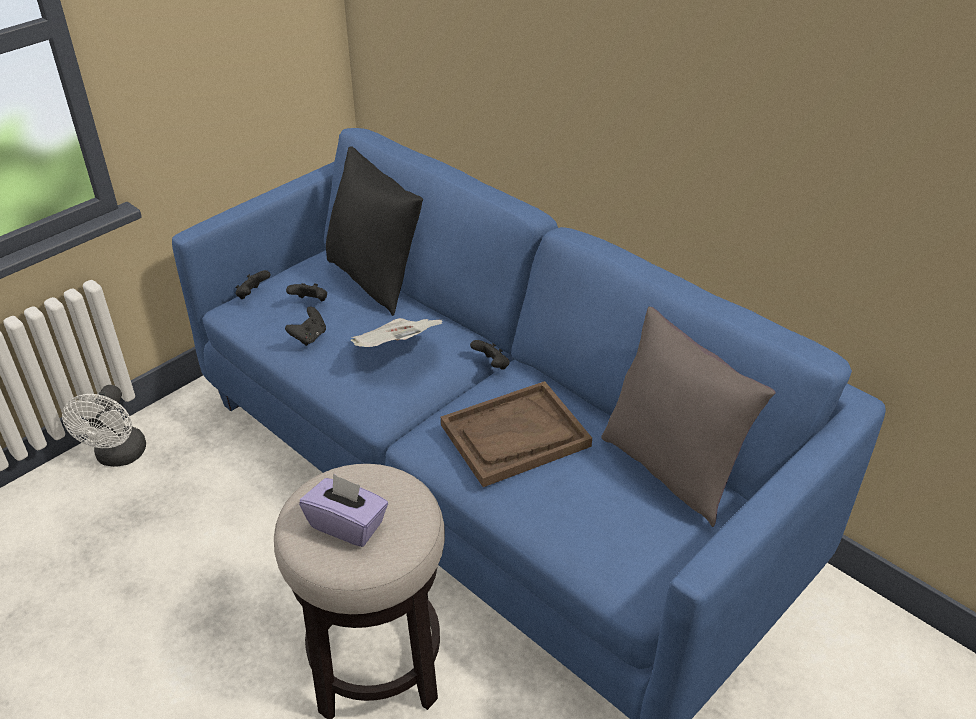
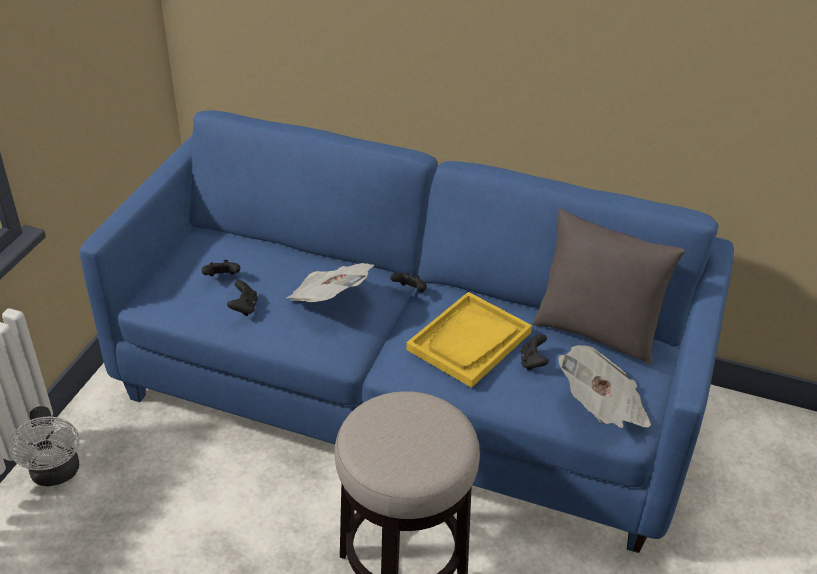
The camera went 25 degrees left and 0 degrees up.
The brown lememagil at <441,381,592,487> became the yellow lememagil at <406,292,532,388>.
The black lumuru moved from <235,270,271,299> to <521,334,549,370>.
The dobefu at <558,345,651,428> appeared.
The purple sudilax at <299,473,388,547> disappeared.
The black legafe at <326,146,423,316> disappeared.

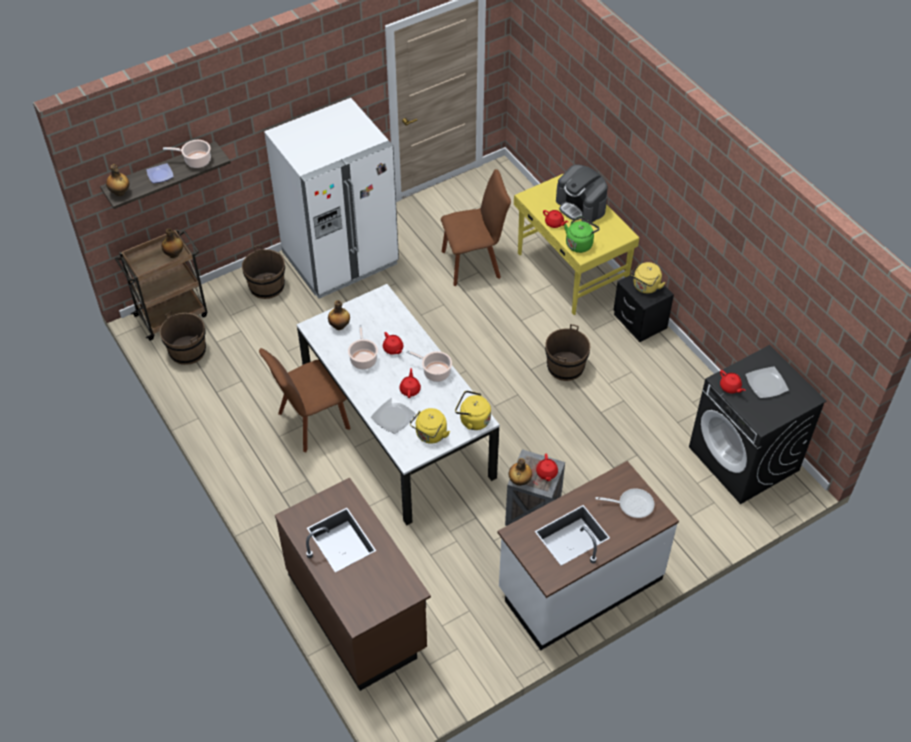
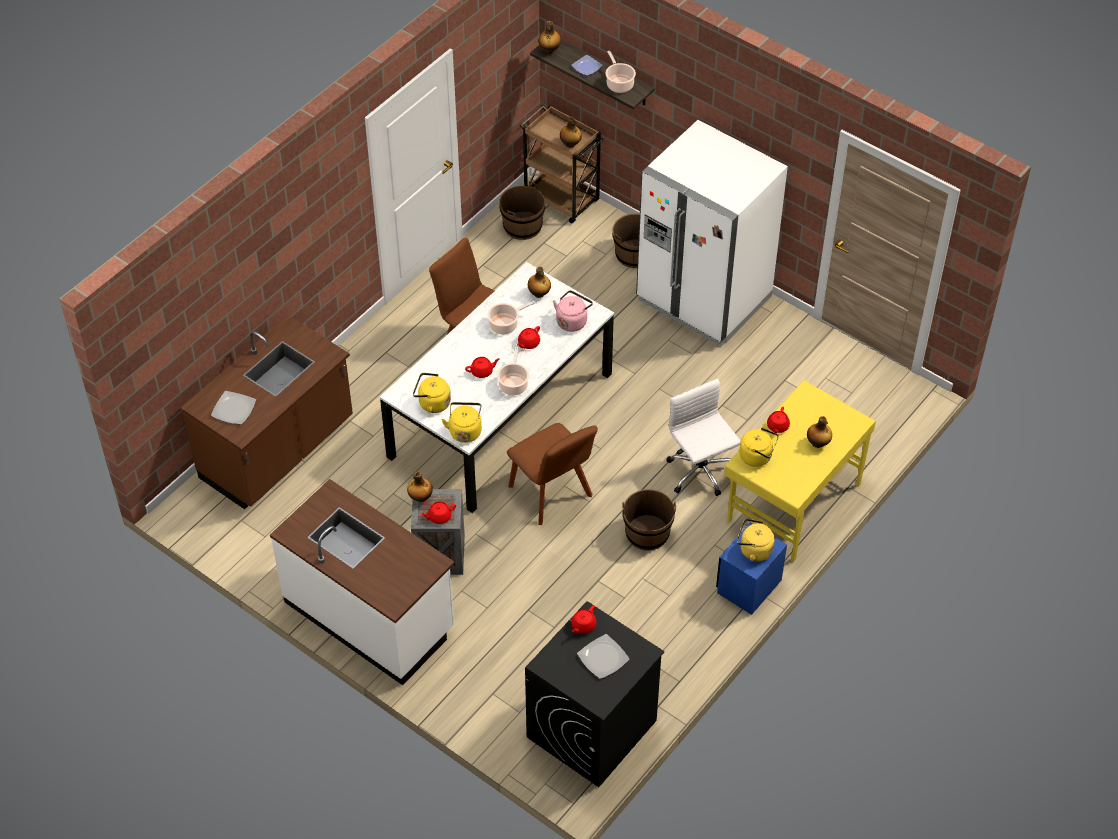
The camera went 70 degrees right and 0 degrees up.
The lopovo moved from <371,398,416,434> to <211,391,256,425>.
The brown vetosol moved from <441,169,511,286> to <507,423,598,525>.
The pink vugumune at <553,290,593,332> appeared.
The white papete at <666,379,741,496> appeared.
The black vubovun at <614,273,674,342> became the blue vubovun at <716,522,787,615>.
The green vugumune at <564,216,600,253> became the yellow vugumune at <739,427,779,467>.
The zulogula at <556,164,608,224> was replaced by the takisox at <807,416,832,448>.
The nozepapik at <596,488,655,518> disappeared.

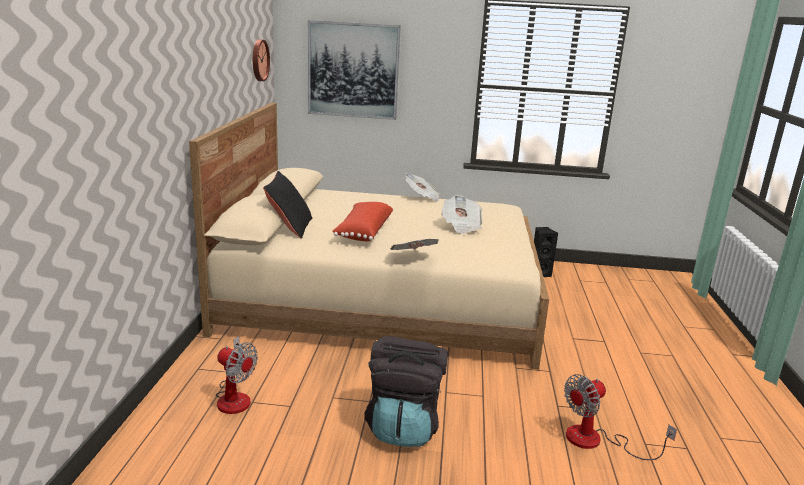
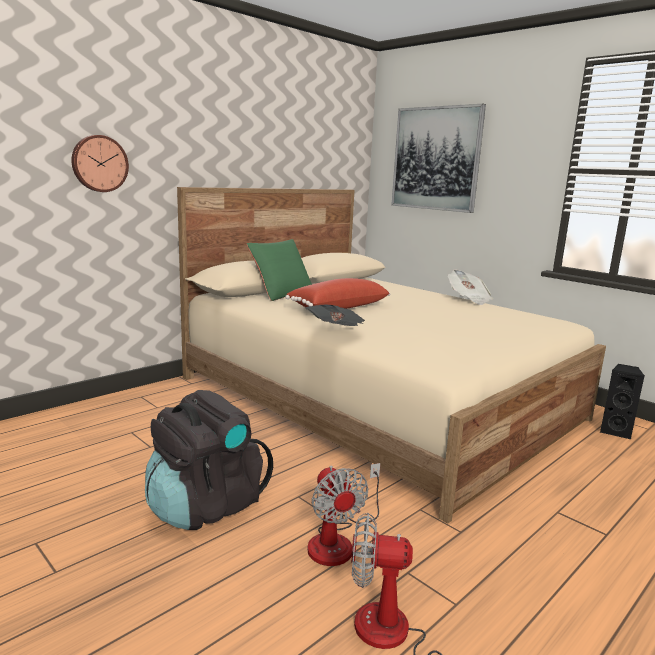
The camera went 40 degrees right and 5 degrees down.
The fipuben moved from <253,39,270,81> to <71,135,129,192>.
The black legafe at <263,171,312,238> became the green legafe at <247,239,312,301>.
The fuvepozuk moved from <216,336,258,414> to <308,463,380,566>.
The dobefu at <441,195,483,234> disappeared.

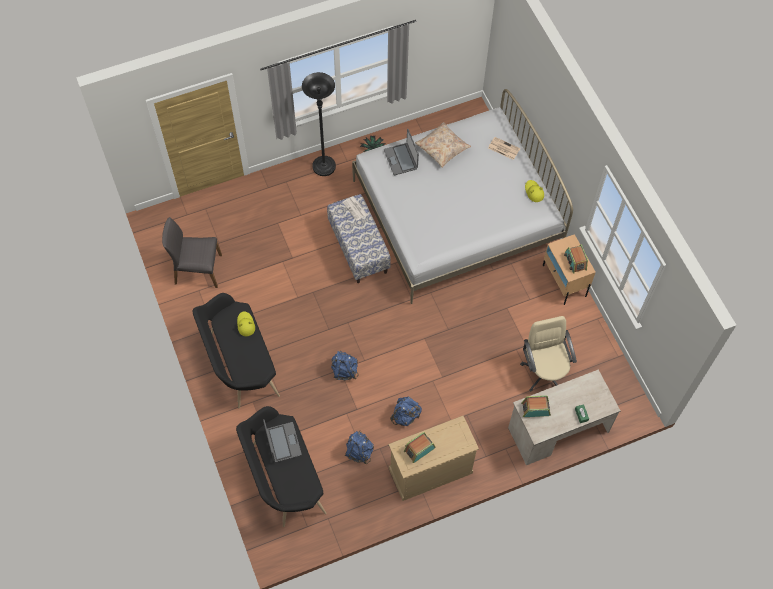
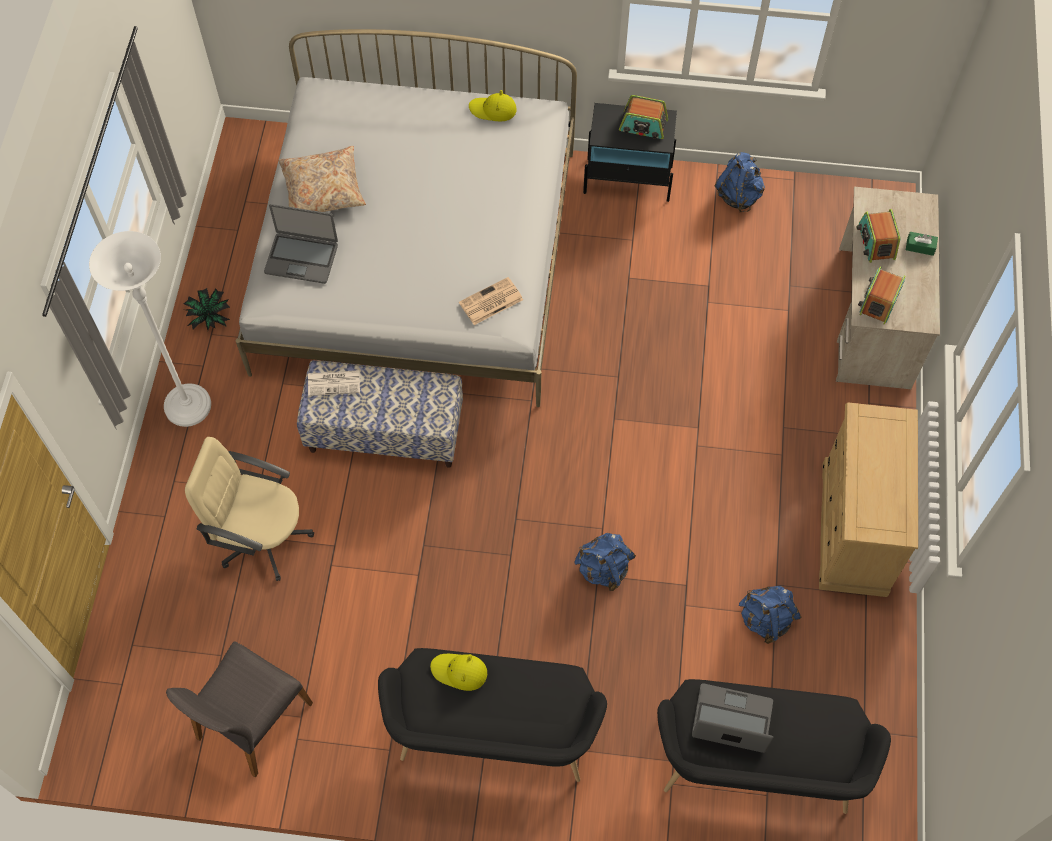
The camera went 60 degrees left and 0 degrees up.
The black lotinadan at <302,72,336,176> became the white lotinadan at <89,231,211,427>.
The beige papete moved from <520,316,577,392> to <185,437,314,581>.
The dobefu moved from <488,137,520,160> to <459,277,523,325>.
The beige vubovun at <543,234,596,305> became the black vubovun at <583,103,677,202>.
The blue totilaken moved from <390,397,422,426> to <715,152,765,212>.
The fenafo moved from <404,432,435,463> to <856,209,900,263>.

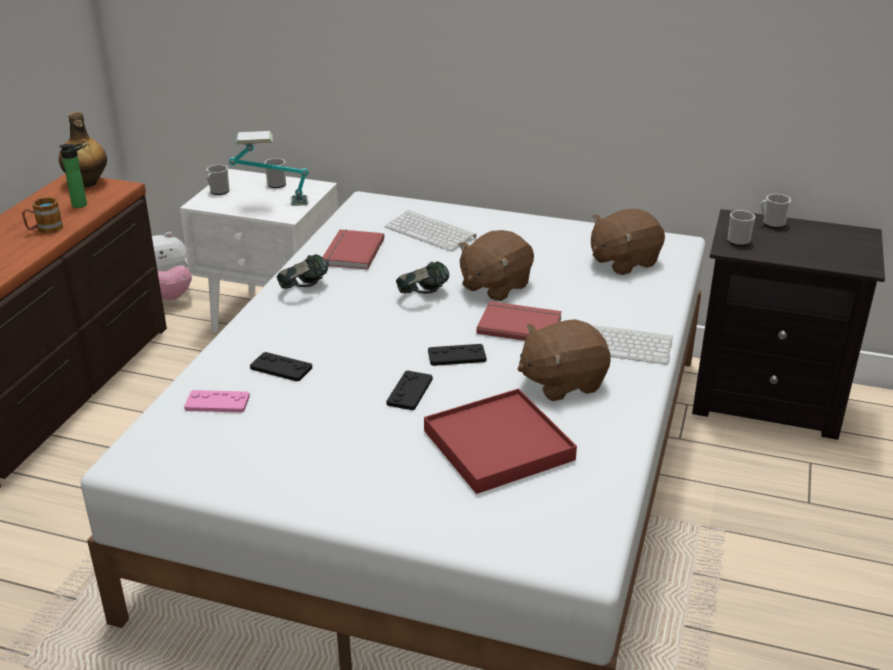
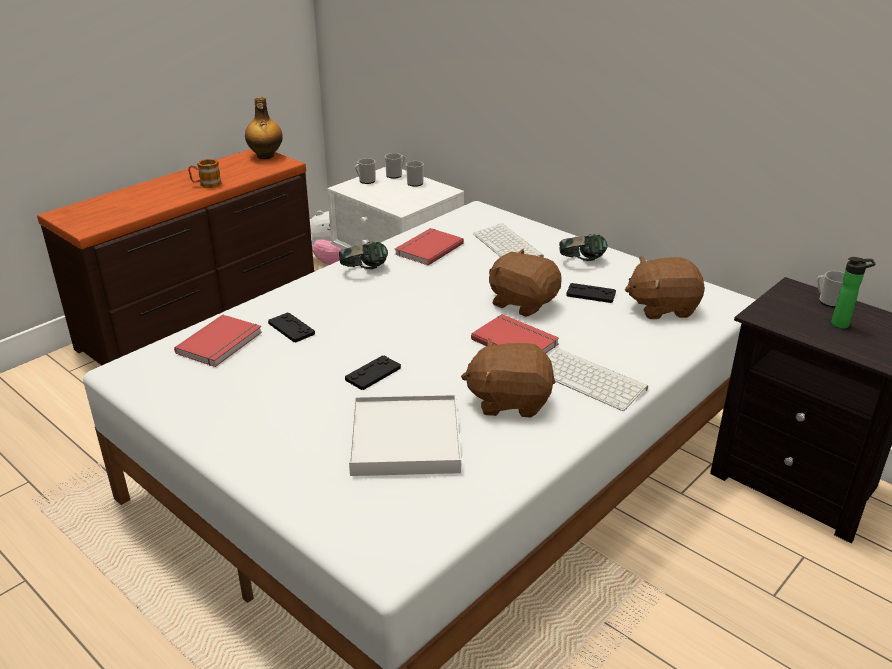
The camera went 25 degrees right and 0 degrees up.
The pink lumuru at <184,390,250,412> was replaced by the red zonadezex at <174,315,262,367>.
The red lememagil at <424,389,577,494> became the white lememagil at <349,395,461,476>.
The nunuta moved from <727,210,755,246> to <385,153,405,179>.
The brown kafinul at <458,230,534,301> turned 60 degrees clockwise.
The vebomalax moved from <396,261,449,294> to <559,234,608,261>.
The black lumuru moved from <428,344,487,366> to <566,283,616,303>.
The takisox moved from <59,143,87,208> to <831,257,876,329>.
The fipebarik at <229,131,309,206> disappeared.

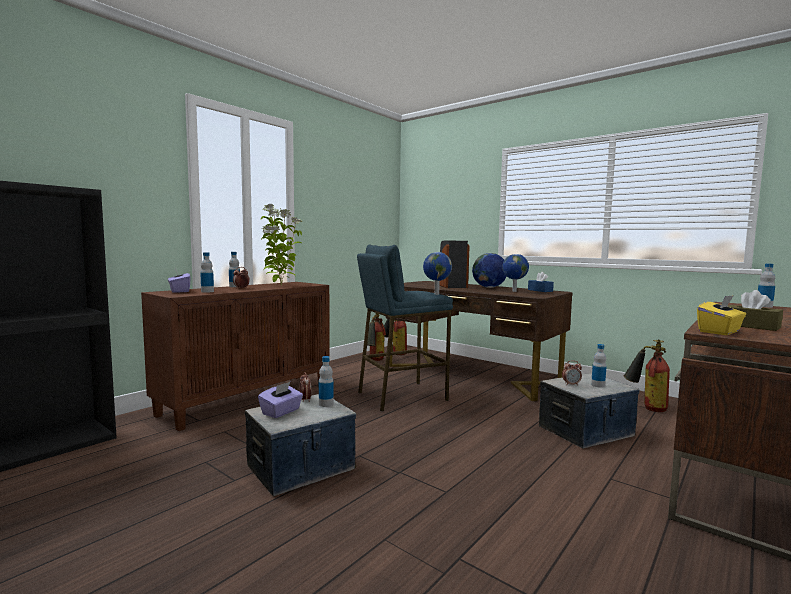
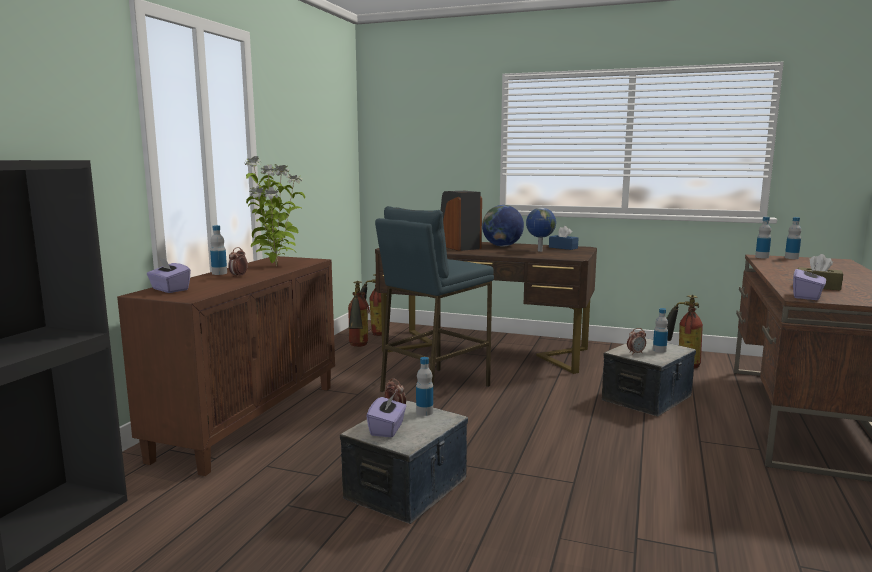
The camera went 20 degrees left and 5 degrees up.
The takisox moved from <200,252,214,293> to <755,217,771,259>.
The yellow sudilax at <697,295,746,335> became the purple sudilax at <793,264,826,300>.
The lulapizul at <423,252,452,295> disappeared.

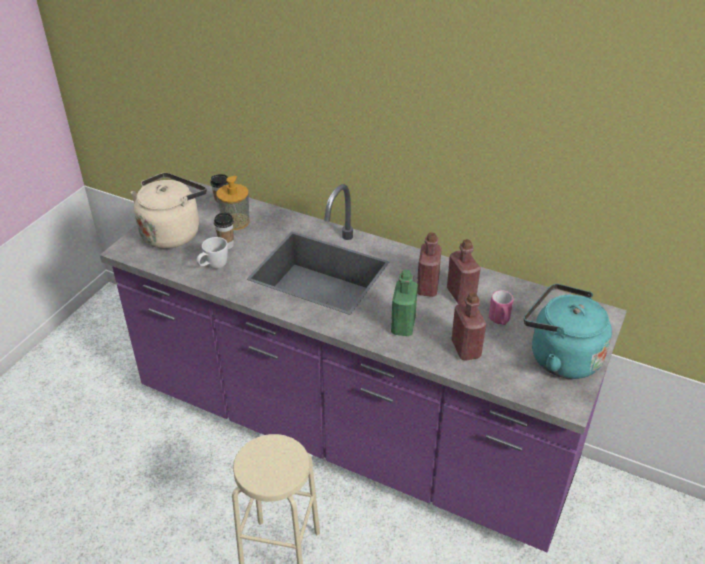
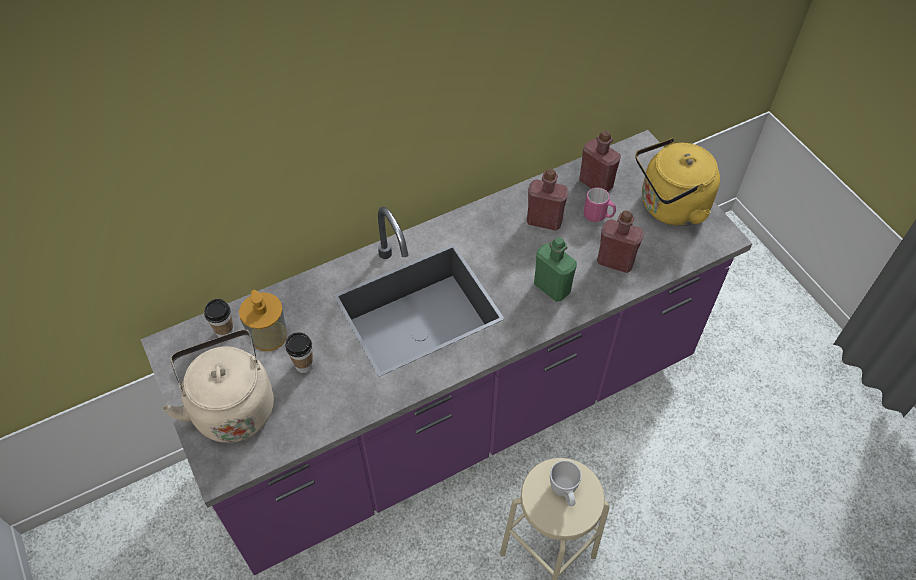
The camera went 55 degrees left and 15 degrees up.
The white nunuta moved from <196,237,228,269> to <550,460,582,506>.
The red takisox moved from <417,232,442,297> to <579,130,621,192>.
The turquoise vugumune at <524,284,612,379> became the yellow vugumune at <635,138,720,226>.

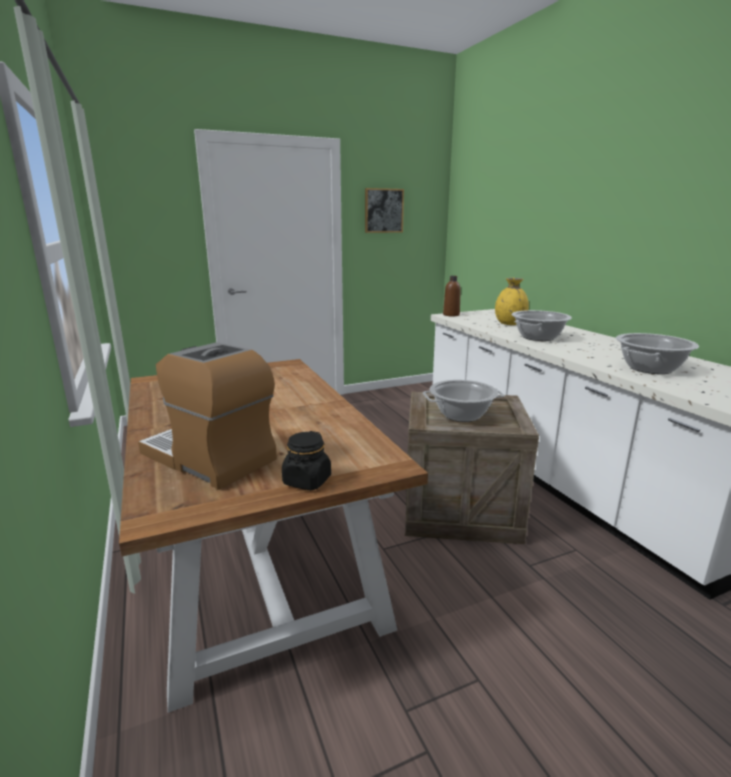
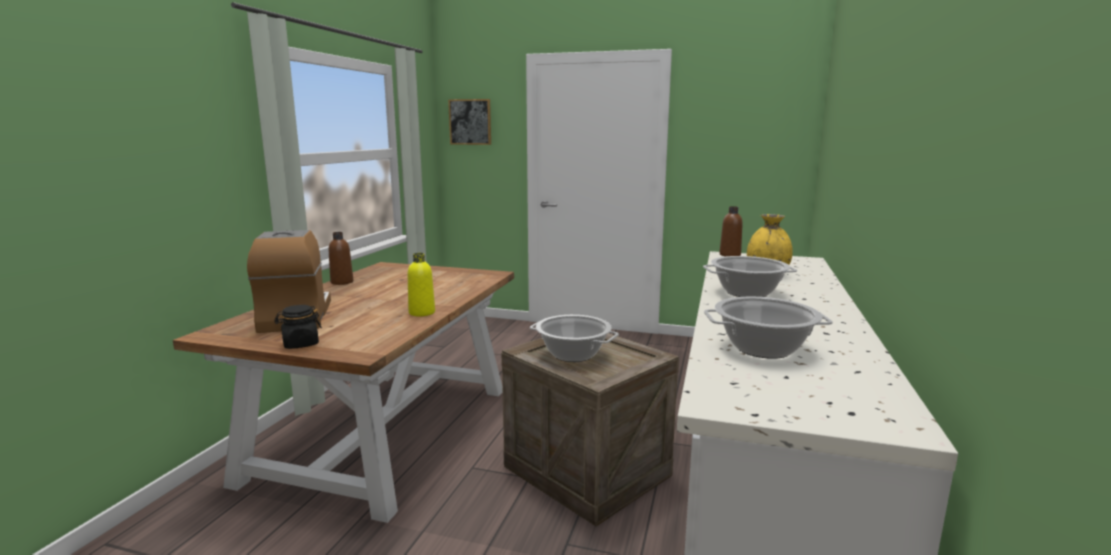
The camera went 40 degrees right and 5 degrees down.
The brown takisox at <329,232,353,285> appeared.
The yellow takisox at <408,253,435,317> appeared.
The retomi moved from <365,188,404,233> to <448,99,491,145>.

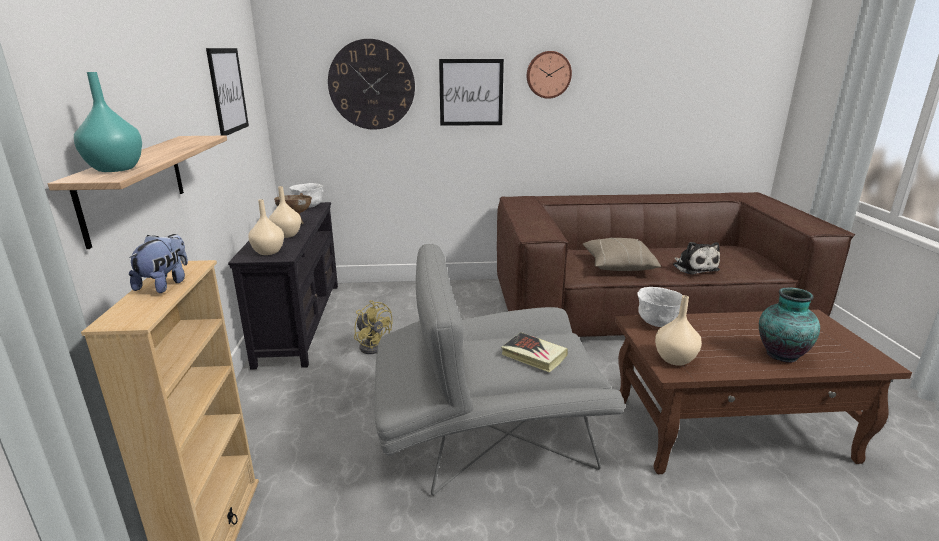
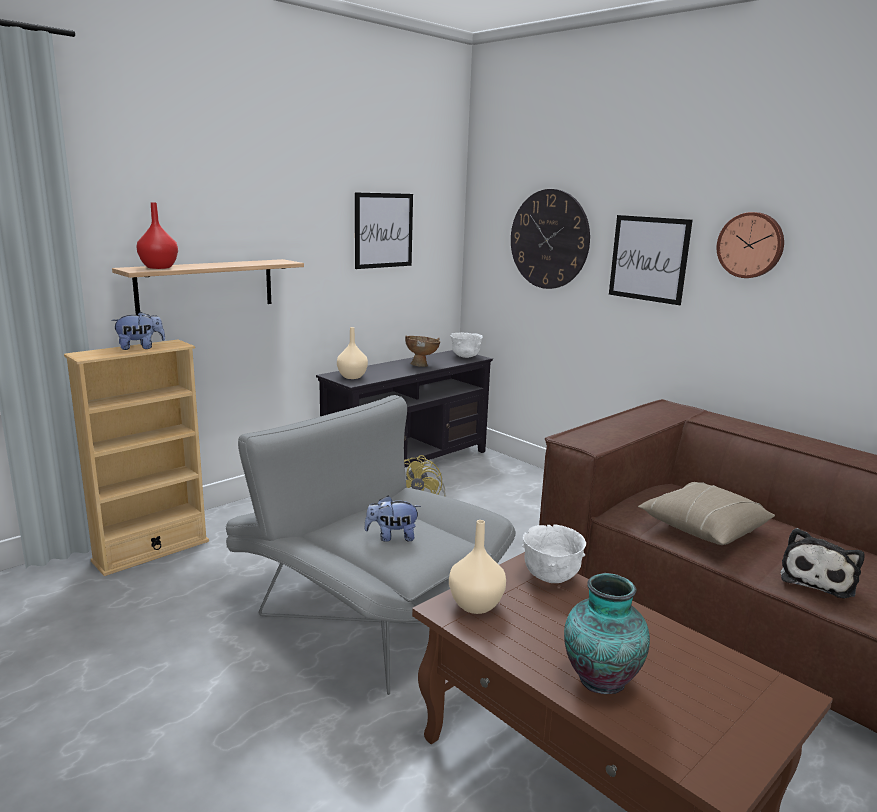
The camera went 50 degrees right and 5 degrees down.
The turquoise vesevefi at <74,72,142,172> became the red vesevefi at <136,203,178,269>.
The zonadezex at <501,332,568,373> was replaced by the kafinul at <364,496,421,542>.
The beige vesevefi at <269,186,301,238> disappeared.

